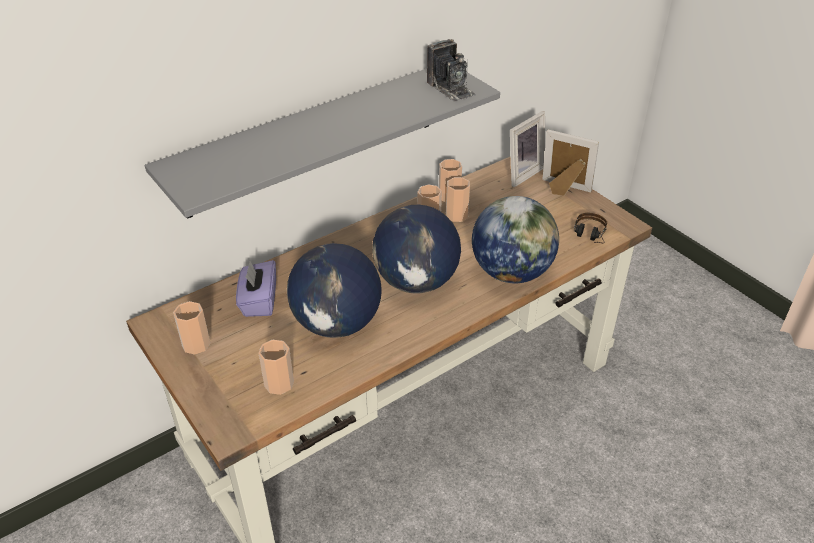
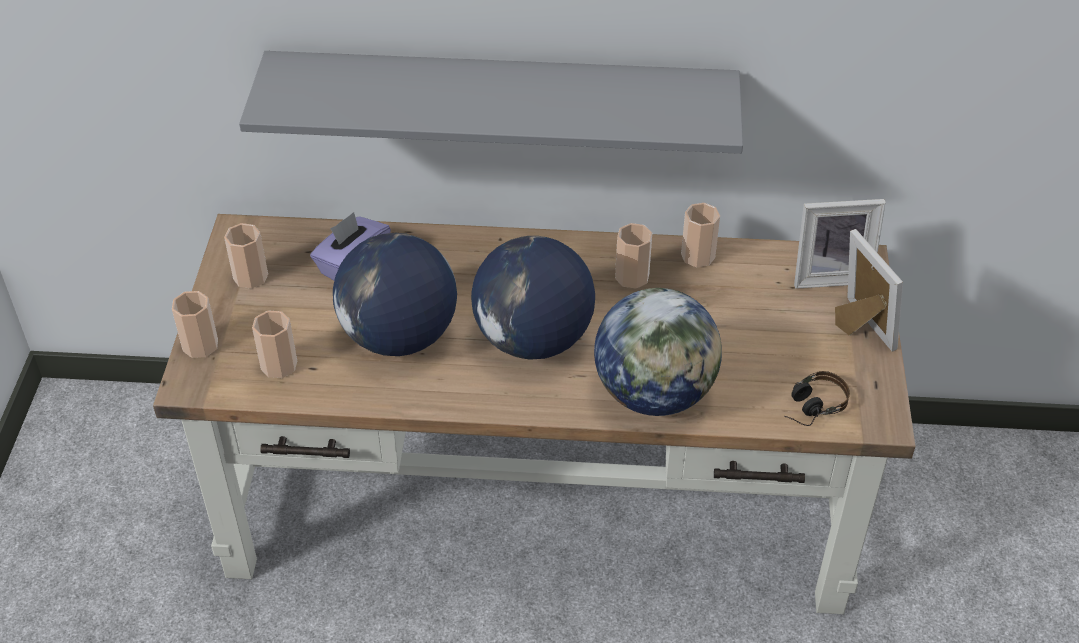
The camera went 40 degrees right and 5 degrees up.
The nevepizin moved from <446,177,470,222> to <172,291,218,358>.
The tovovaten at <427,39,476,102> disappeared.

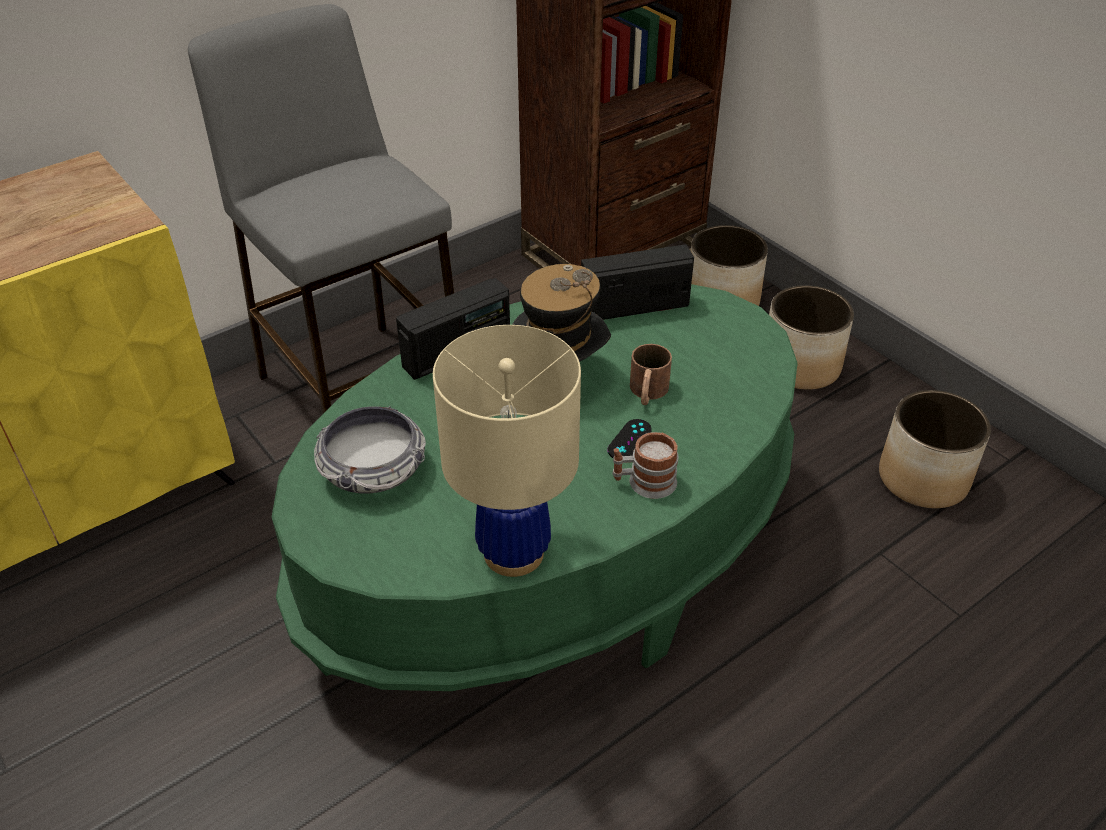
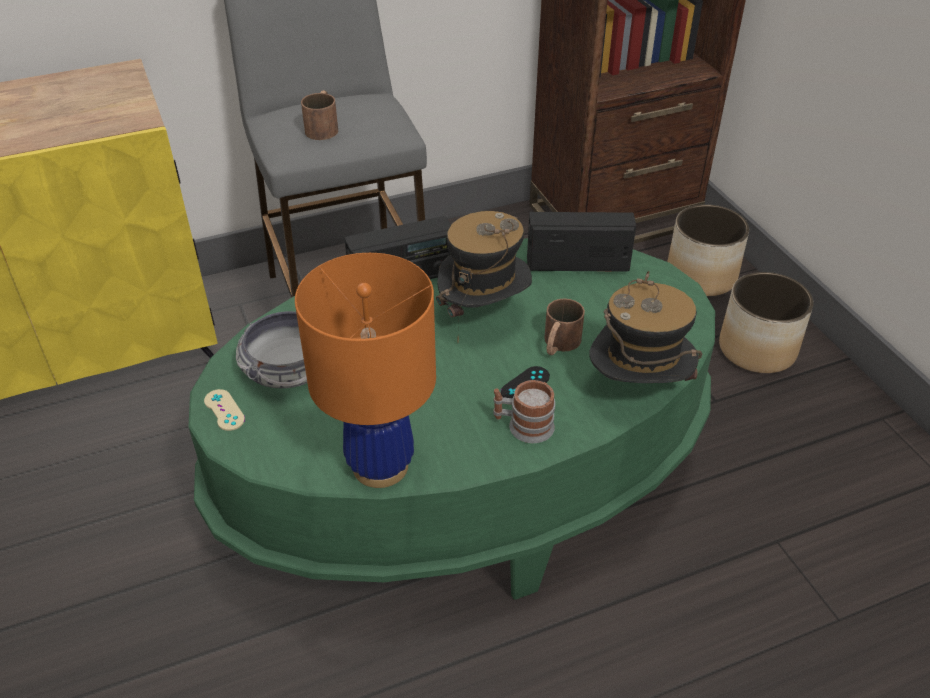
The camera went 15 degrees right and 0 degrees up.
The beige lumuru at <204,389,245,431> appeared.
The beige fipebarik at <433,325,581,577> became the orange fipebarik at <295,253,436,488>.
The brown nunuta at <301,90,338,140> appeared.
The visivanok at <589,271,703,383> appeared.
The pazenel at <879,390,991,508> disappeared.

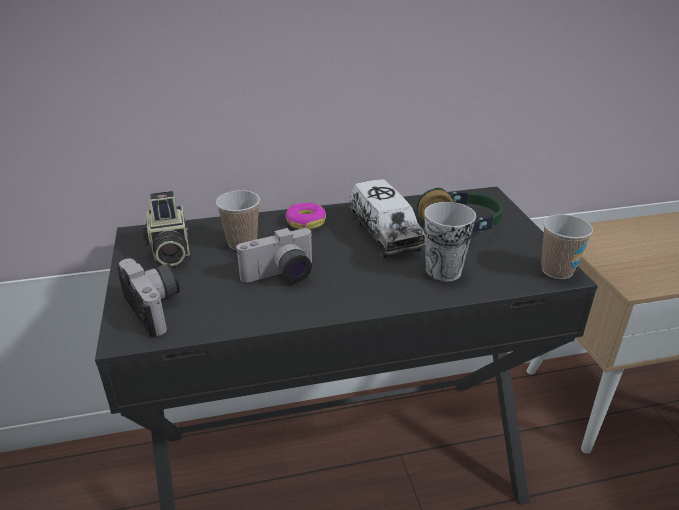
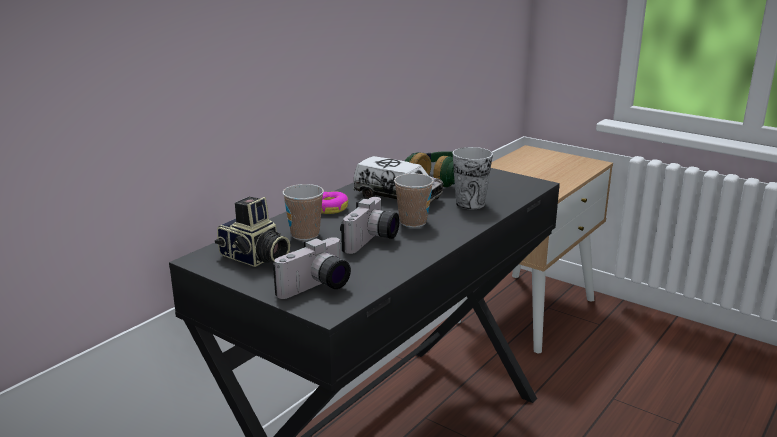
The camera went 40 degrees left and 10 degrees down.
The tovovaten at <117,258,180,337> turned 120 degrees clockwise.
The nevepizin moved from <541,214,593,279> to <394,173,434,227>.

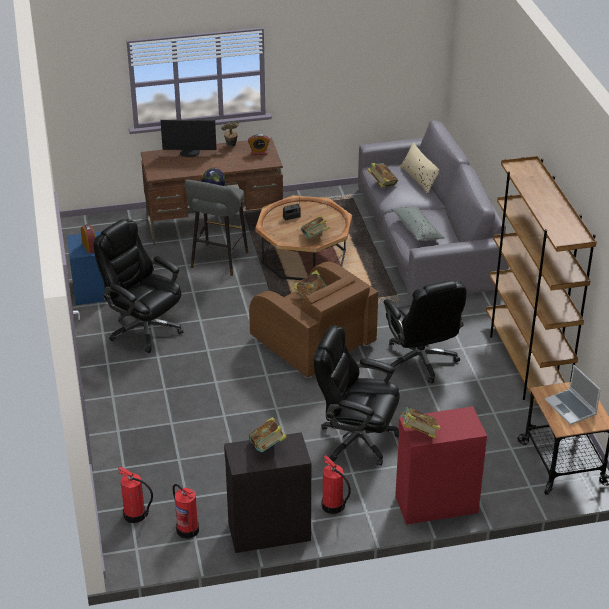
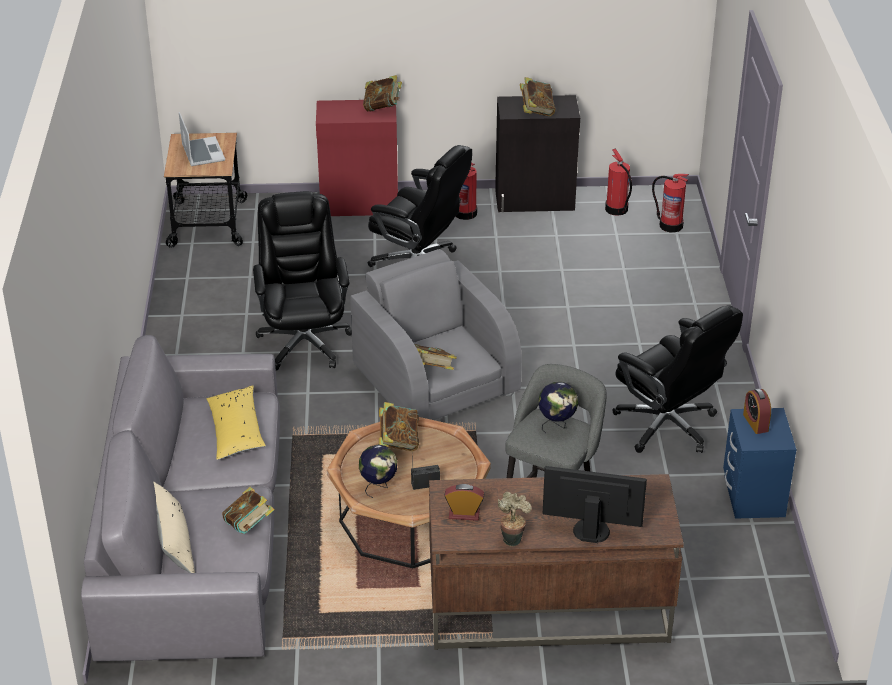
The camera went 170 degrees left and 0 degrees up.
The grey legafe at <391,207,445,241> became the yellow legafe at <207,385,266,460>.
The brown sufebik at <249,262,378,378> became the grey sufebik at <350,249,522,420>.
The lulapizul at <359,445,397,498> appeared.
The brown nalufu at <486,156,597,404> disappeared.

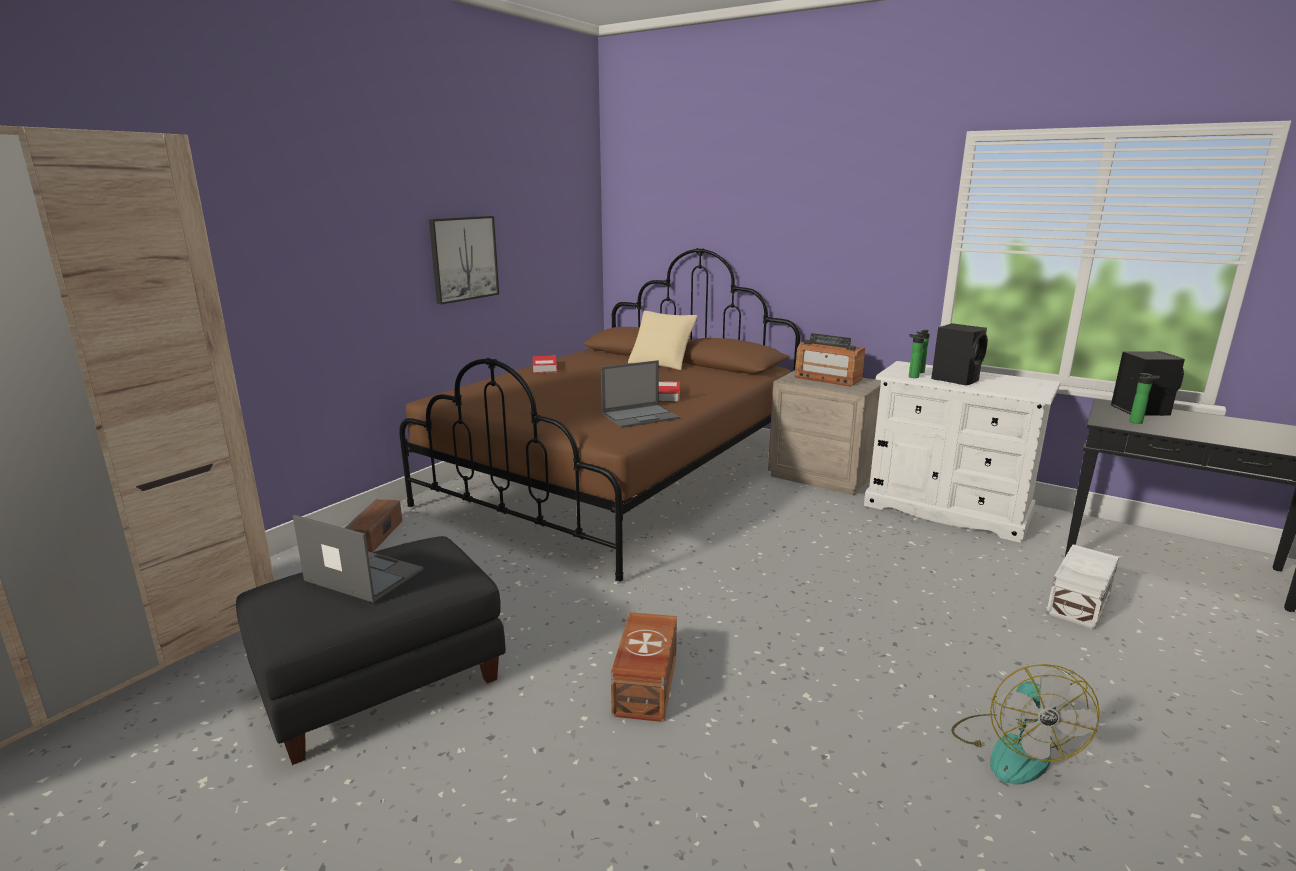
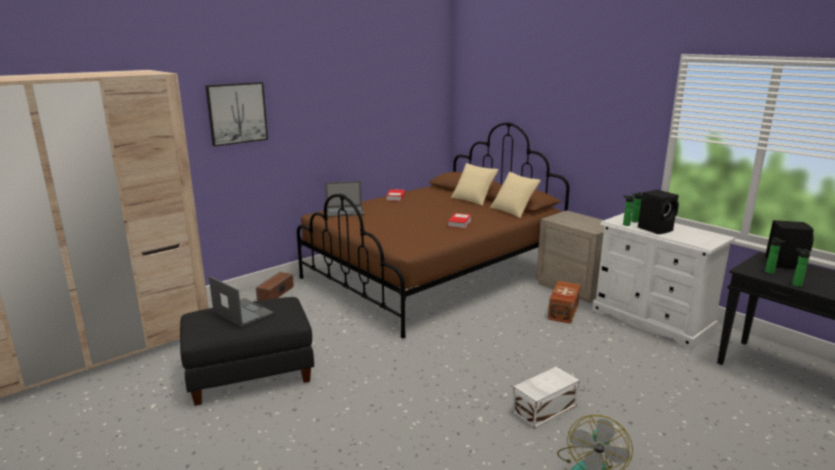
The camera went 15 degrees right and 0 degrees up.
The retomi moved from <429,216,499,305> to <205,82,268,147>.
The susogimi moved from <601,360,680,428> to <325,181,365,217>.
The beige legafe at <490,172,541,218> appeared.
The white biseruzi moved from <1046,544,1119,630> to <512,367,580,429>.
The brown biseruzi moved from <611,612,677,722> to <548,281,581,324>.
The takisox at <792,248,811,287> appeared.
The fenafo at <795,333,865,387> disappeared.

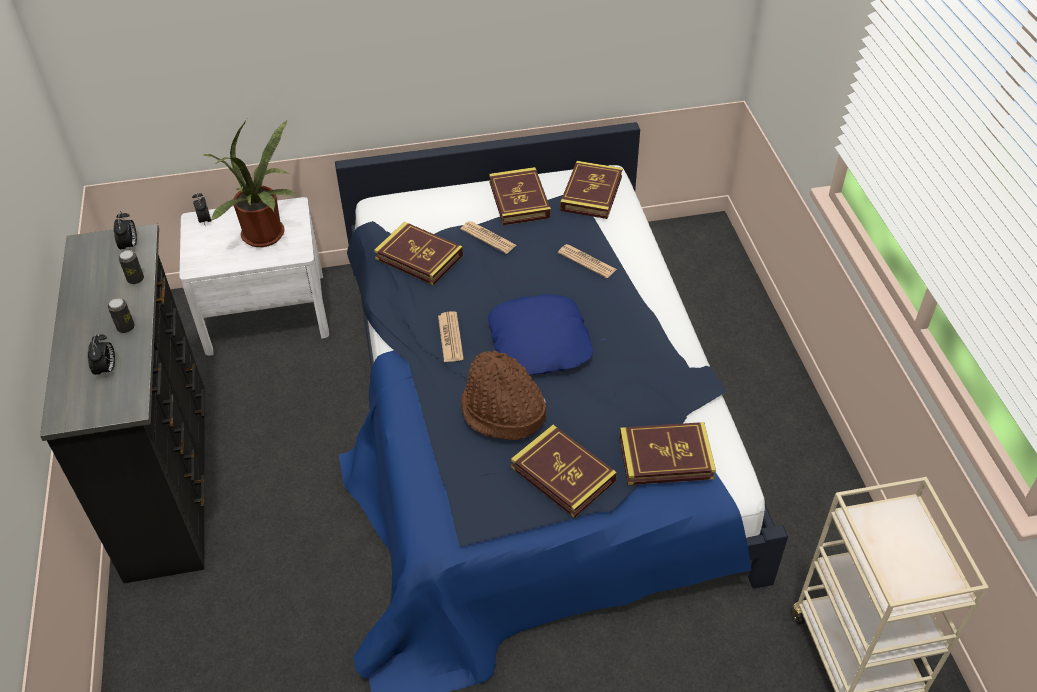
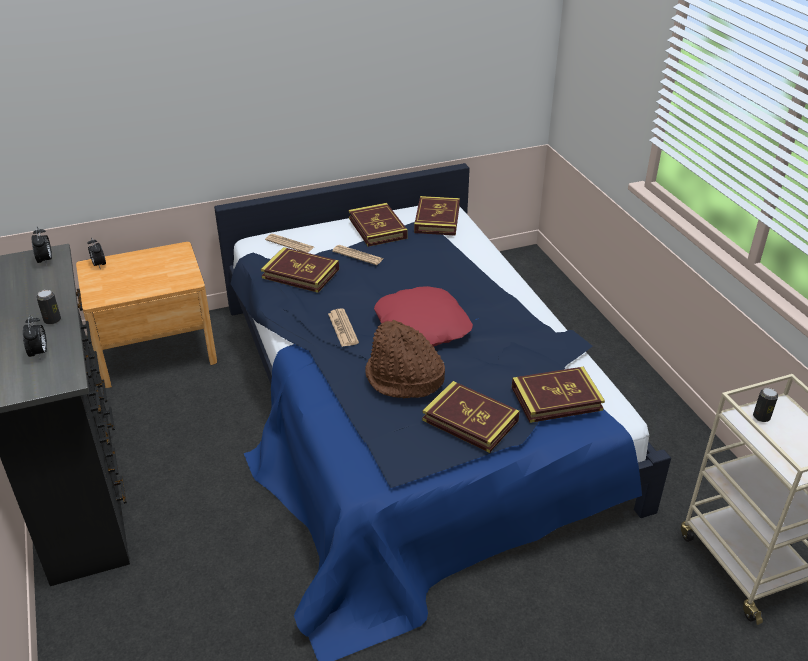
The camera went 10 degrees left and 10 degrees down.
The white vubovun at <179,197,329,356> became the brown vubovun at <76,242,217,388>.
The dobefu moved from <558,244,617,278> to <265,234,314,253>.
The blue legafe at <488,294,593,375> became the red legafe at <374,286,473,347>.
The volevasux moved from <118,250,144,284> to <753,388,778,422>.
The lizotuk at <204,119,297,247> disappeared.

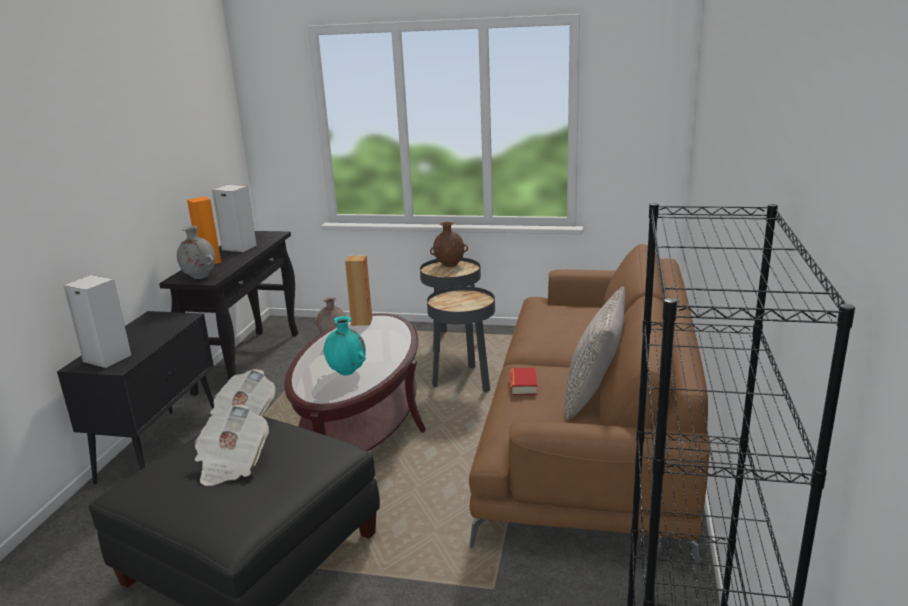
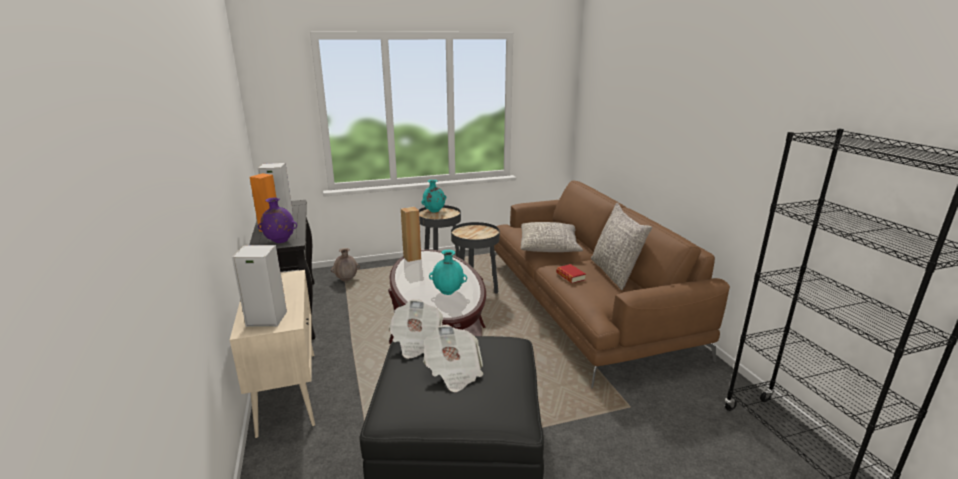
The camera went 30 degrees left and 0 degrees up.
The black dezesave at <57,311,214,484> became the beige dezesave at <230,270,315,438>.
The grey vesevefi at <177,226,215,279> became the purple vesevefi at <258,197,297,243>.
The brown vesevefi at <430,221,468,267> became the turquoise vesevefi at <422,180,446,213>.
The grey legafe at <521,222,583,252> appeared.

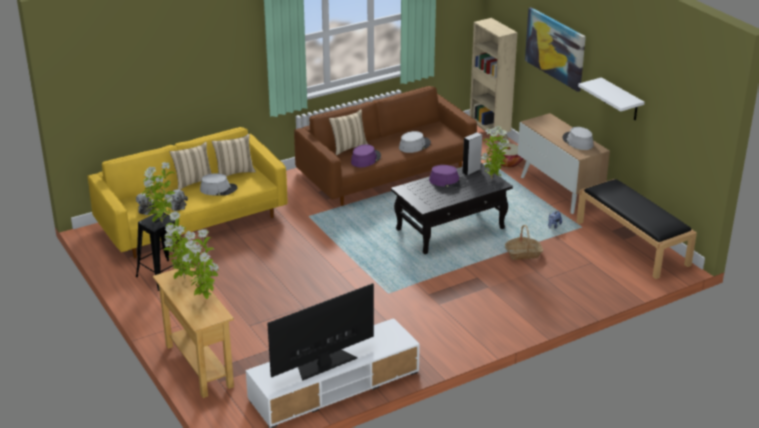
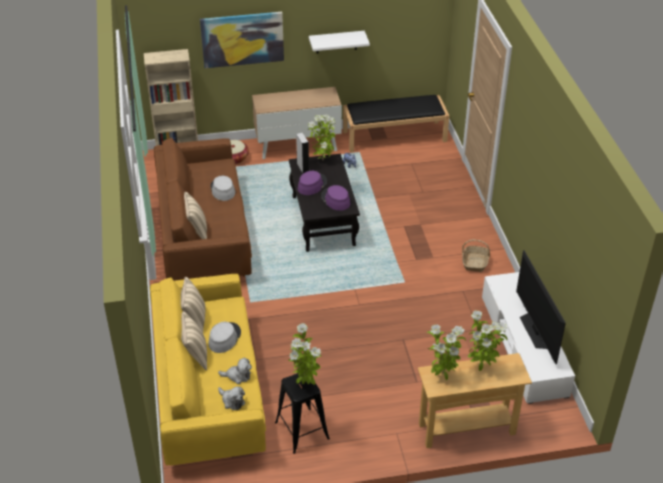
The camera went 70 degrees left and 10 degrees up.
The purple visivanok moved from <351,144,381,167> to <321,185,350,211>.
The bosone moved from <505,225,543,260> to <462,240,490,272>.
The grey visivanok at <563,127,594,150> disappeared.

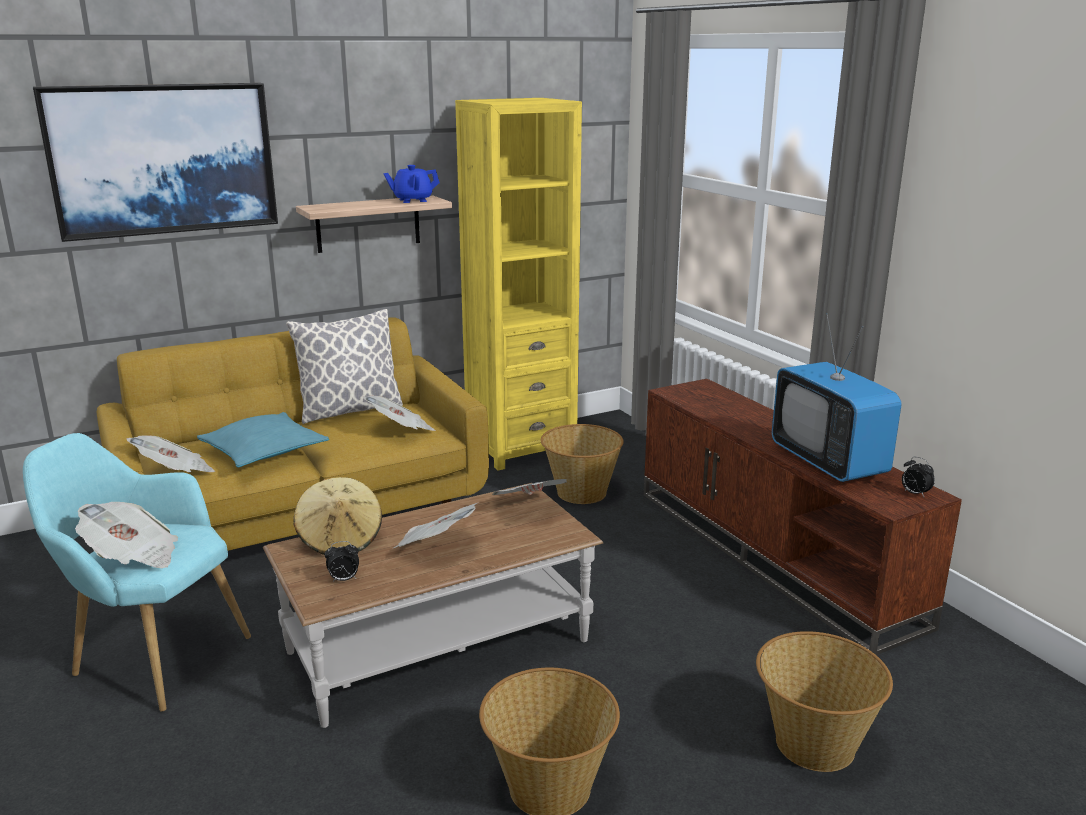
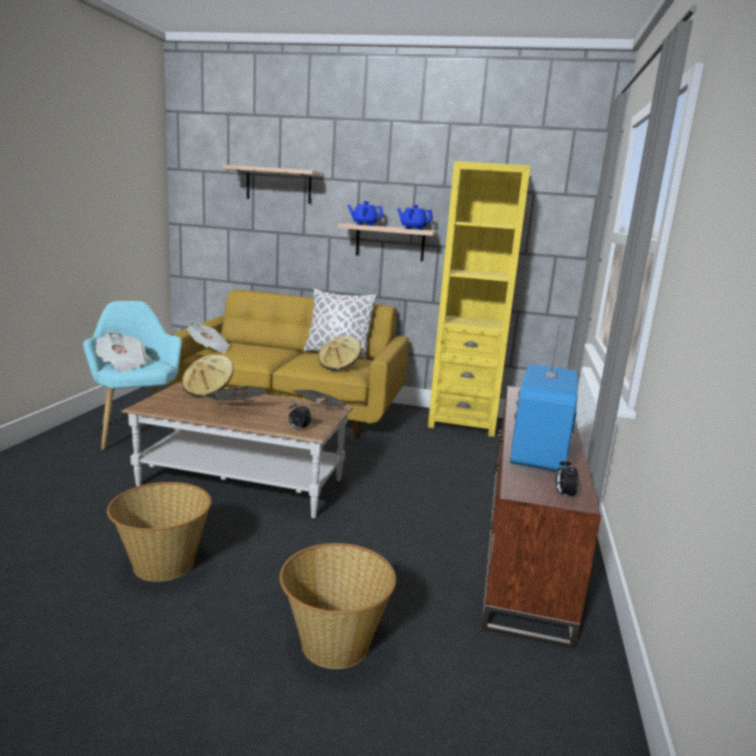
The camera went 40 degrees right and 5 degrees down.
The retomi at <33,83,278,242> was replaced by the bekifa at <223,165,323,204>.
The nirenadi moved from <324,541,359,582> to <289,401,311,430>.
The dobefu at <363,396,436,431> was replaced by the beige visivanok at <318,336,361,370>.
The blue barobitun at <347,201,384,226> appeared.
The turquoise legafe at <197,412,329,468> disappeared.
The bosone at <540,424,624,504> disappeared.

